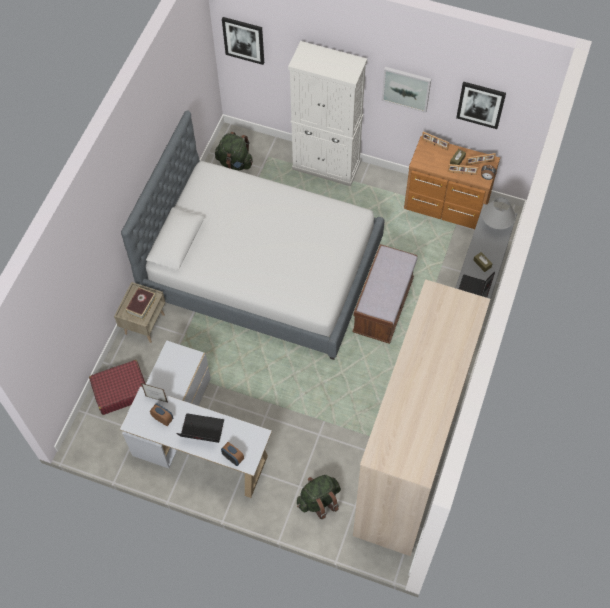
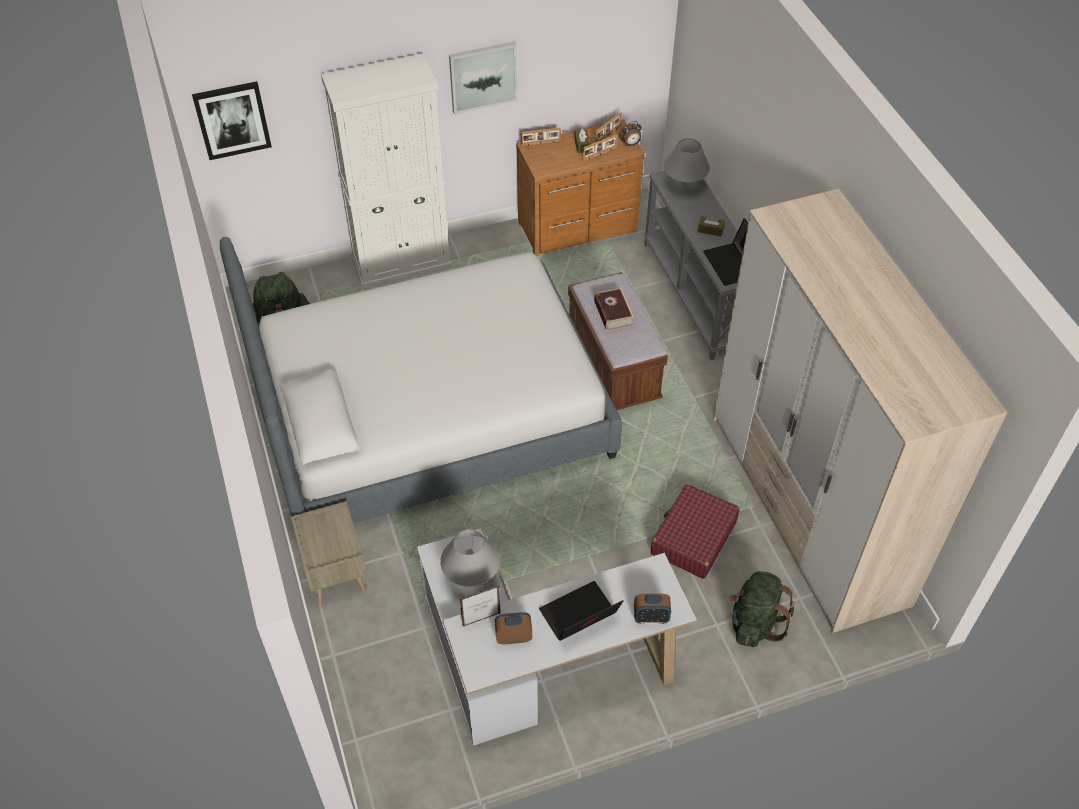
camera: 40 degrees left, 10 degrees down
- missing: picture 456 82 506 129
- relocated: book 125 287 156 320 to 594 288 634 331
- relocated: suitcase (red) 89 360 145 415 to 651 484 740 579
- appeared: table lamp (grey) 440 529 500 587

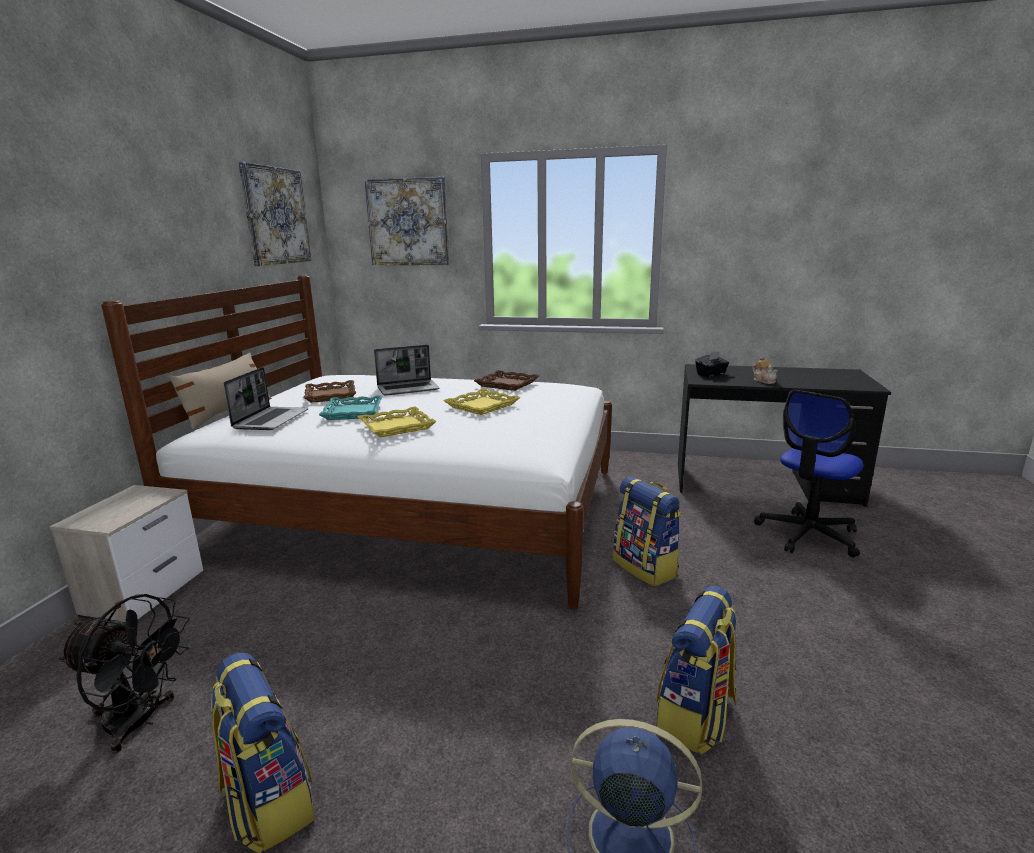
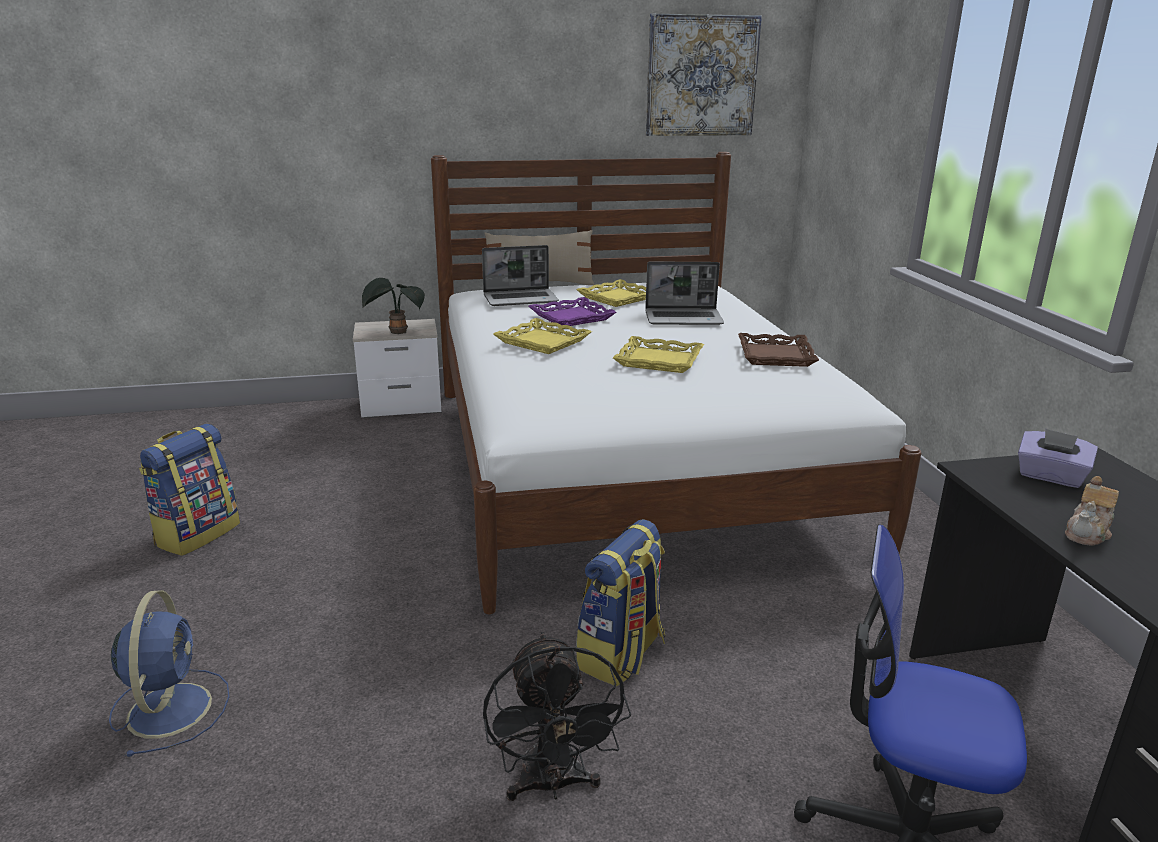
camera: 65 degrees right, 5 degrees up
- missing: picture 365 176 449 265
- spun: laptop 374 345 440 395 = 645 261 724 325 45 degrees counterclockwise
- colour: tissue box (black) 695 351 729 377 to tissue box (purple) 1018 429 1098 488
- colour: tray (brown) 304 380 356 403 to tray (yellow) 576 279 646 307
- colour: tray (turquoise) 319 395 383 420 to tray (purple) 528 297 616 326
- missing: backpack 656 585 737 754
- relocated: fan (black) 59 594 190 753 to 483 632 631 801
- appeared: potted plant 362 278 425 334

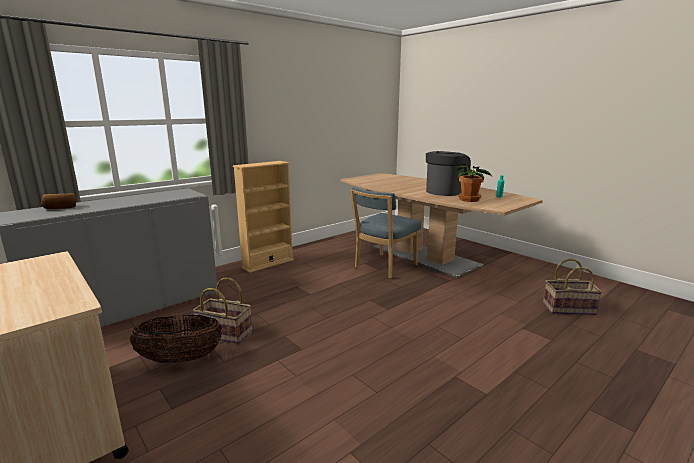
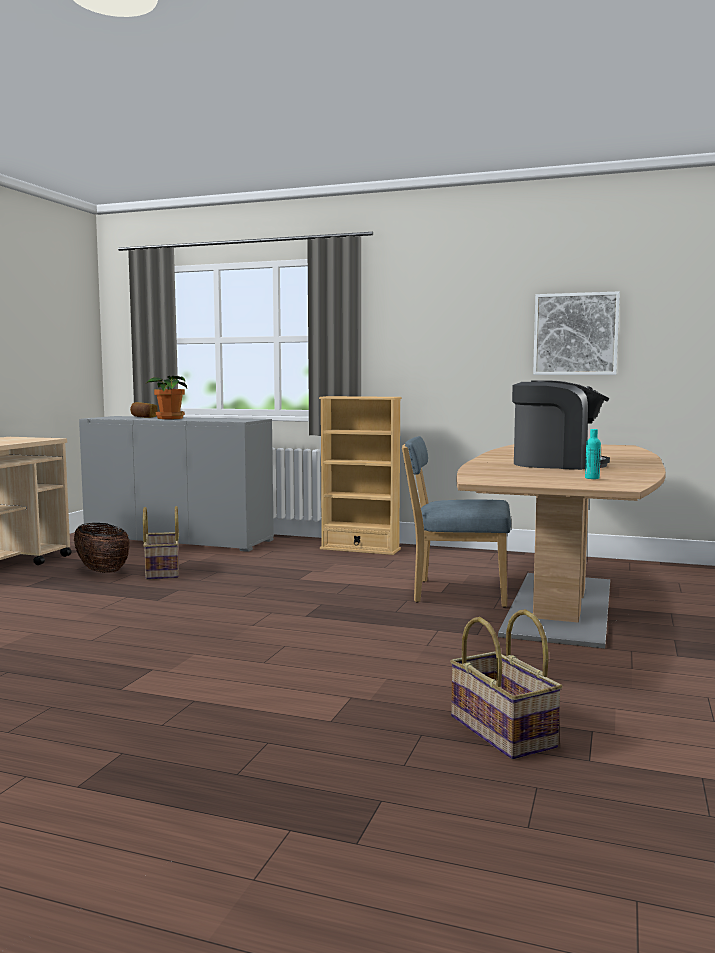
camera: 60 degrees right, 10 degrees down
- relocated: potted plant 457 166 492 202 to 147 376 187 419
- appeared: picture 533 291 620 375

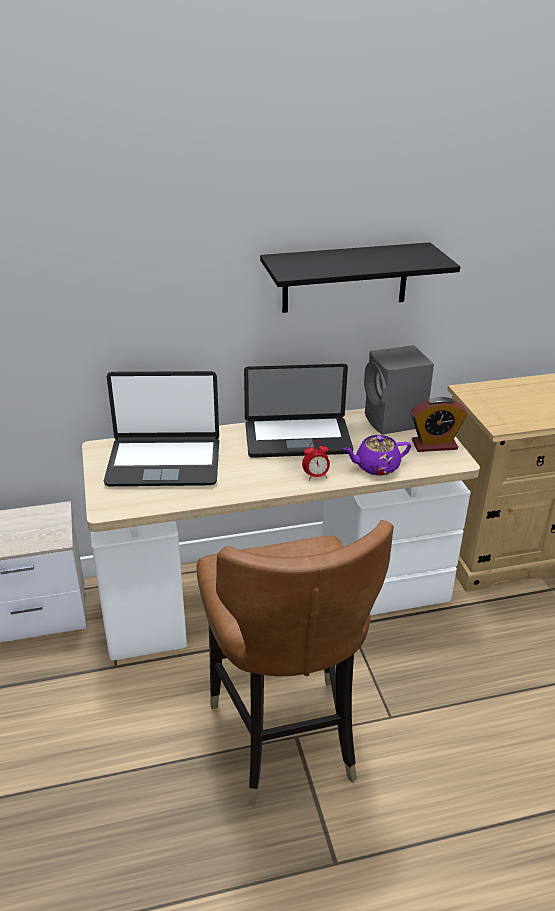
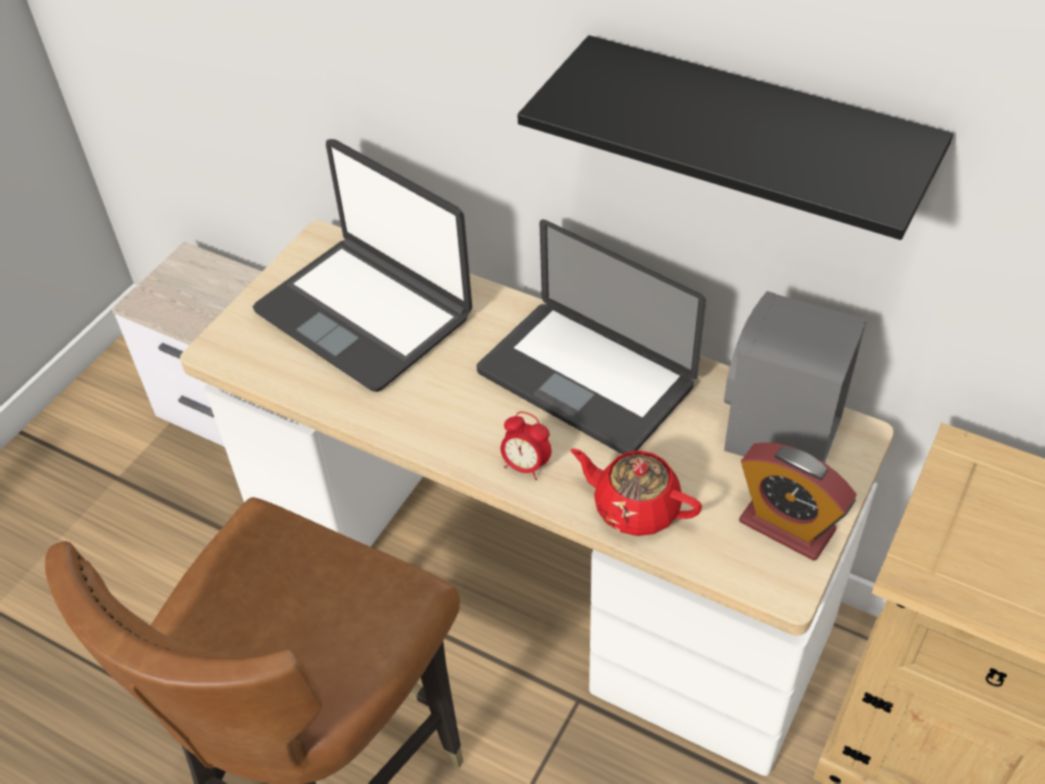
camera: 45 degrees right, 15 degrees up
- colour: teapot (purple) 343 435 411 476 to teapot (red) 570 448 702 536

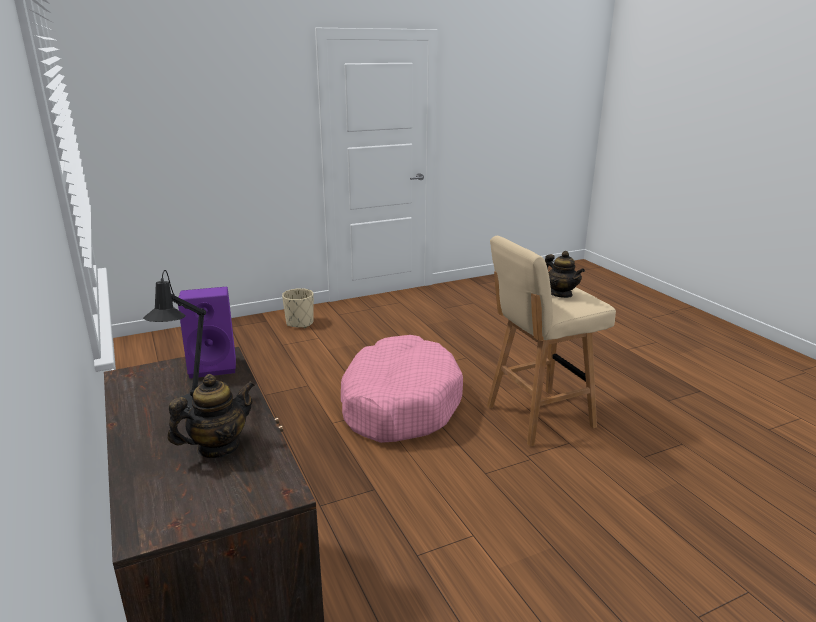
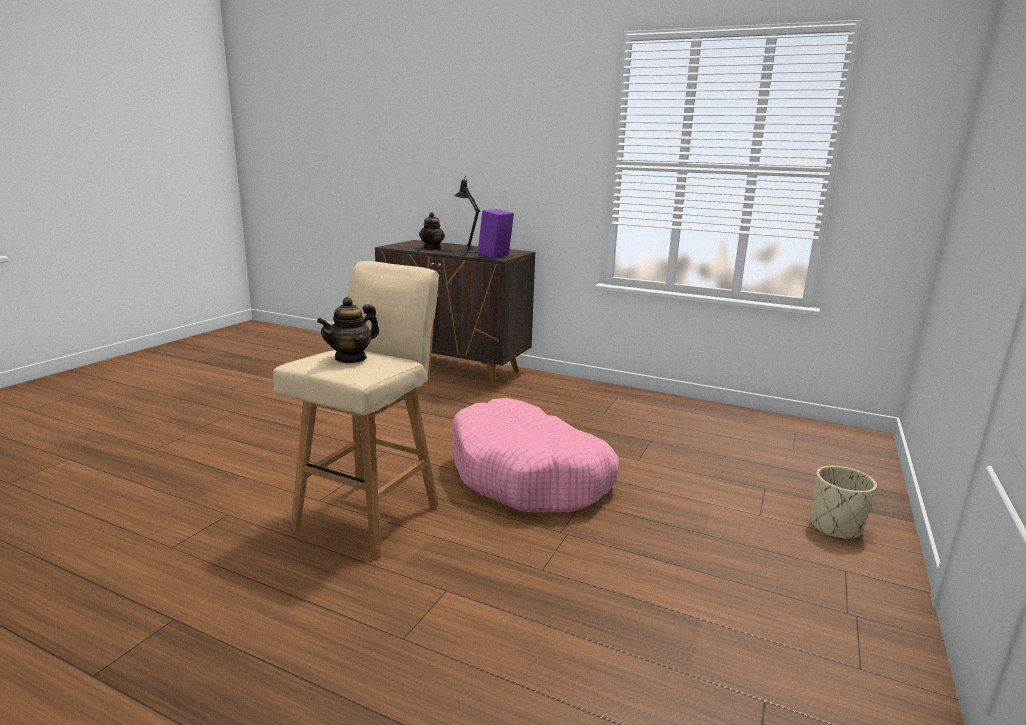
camera: 140 degrees right, 5 degrees down
- spun: teapot 545 251 585 298 = 317 297 379 364 60 degrees counterclockwise

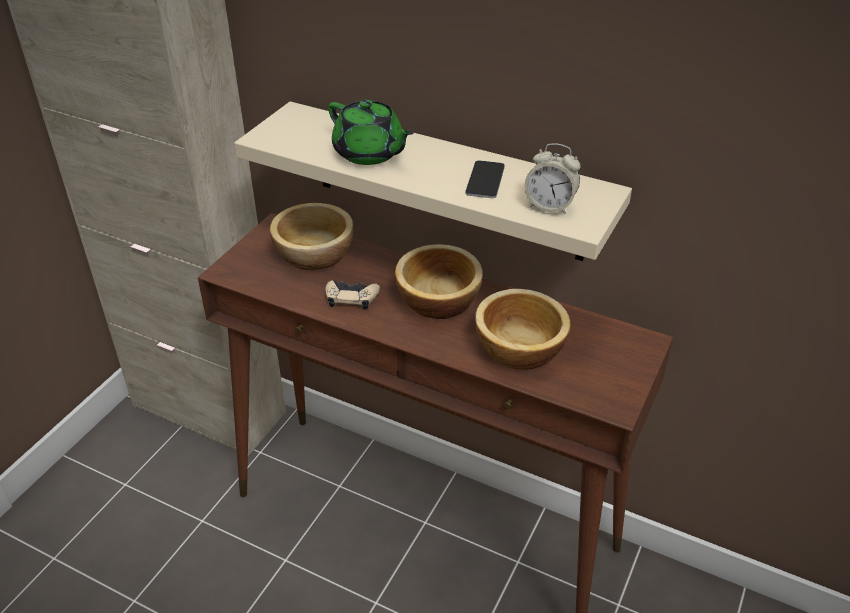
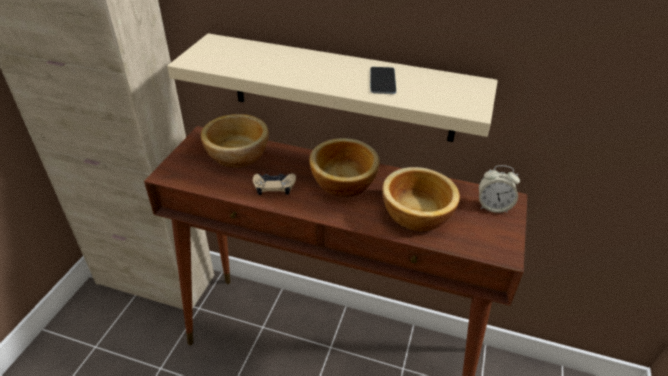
camera: 10 degrees left, 0 degrees up
- missing: teapot (green) 328 100 413 165
- relocated: alarm clock 525 143 581 214 to 479 165 520 213

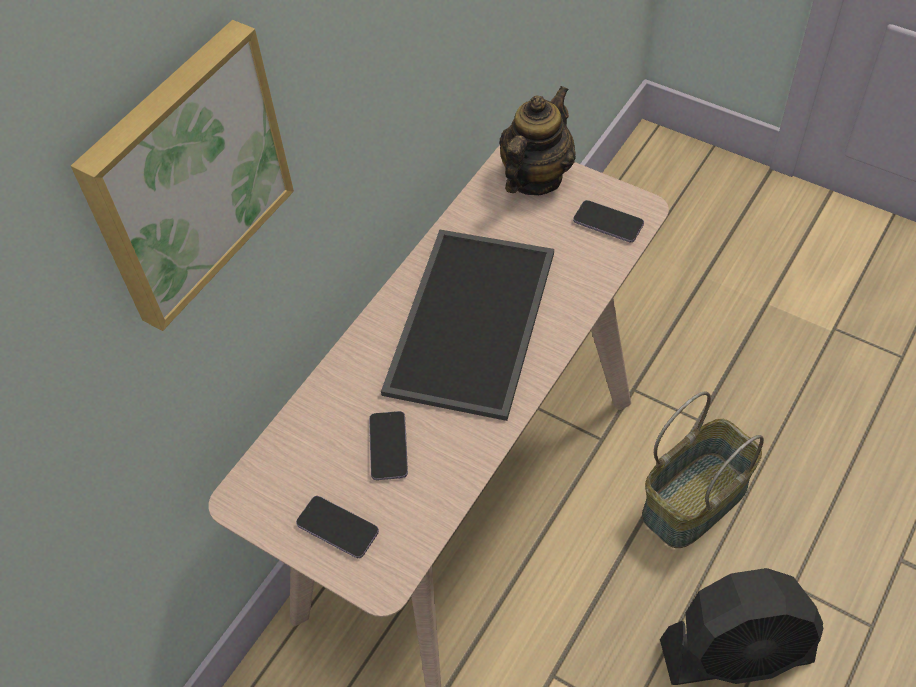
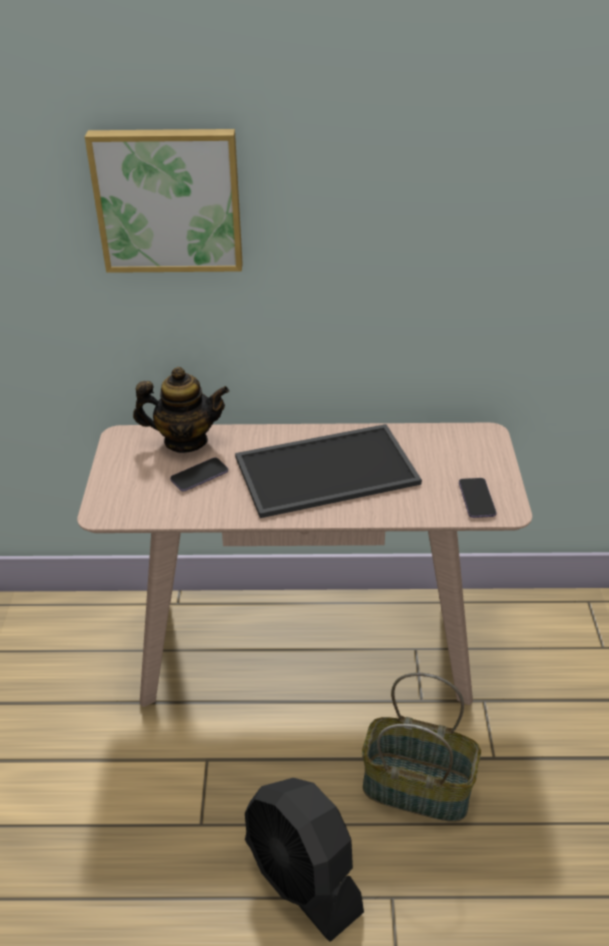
camera: 55 degrees right, 15 degrees down
- relocated: teapot 499 86 576 195 to 133 367 229 453
- missing: phone 296 496 379 558

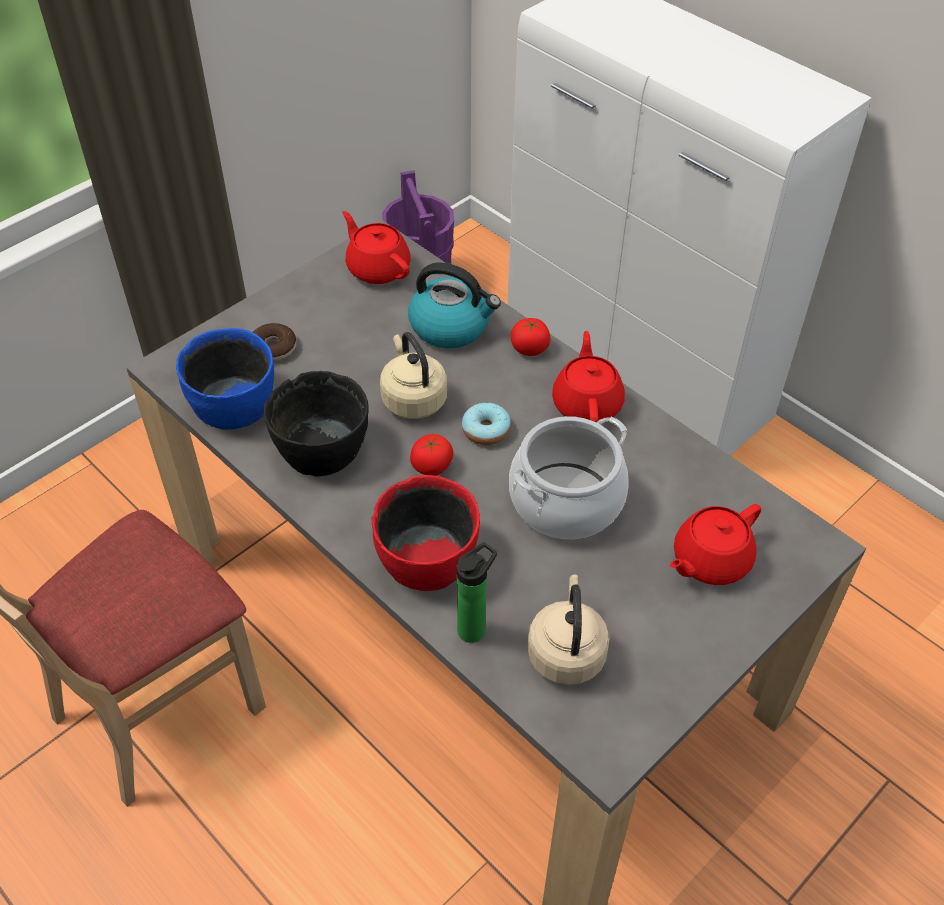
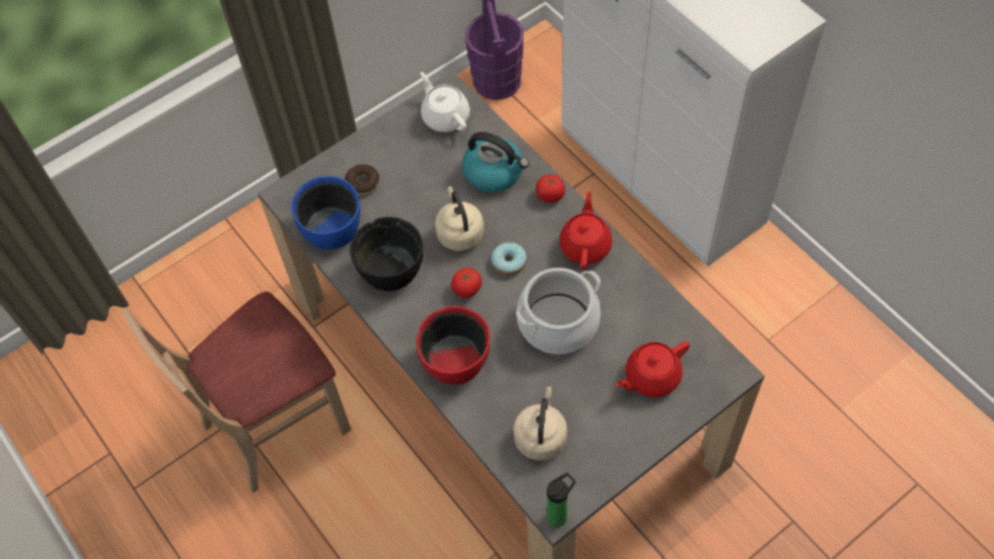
camera: 10 degrees right, 10 degrees up
- colour: teapot (red) 342 211 410 284 to teapot (white) 421 72 470 132
- relocated: bottle 457 542 497 643 to 547 472 576 527

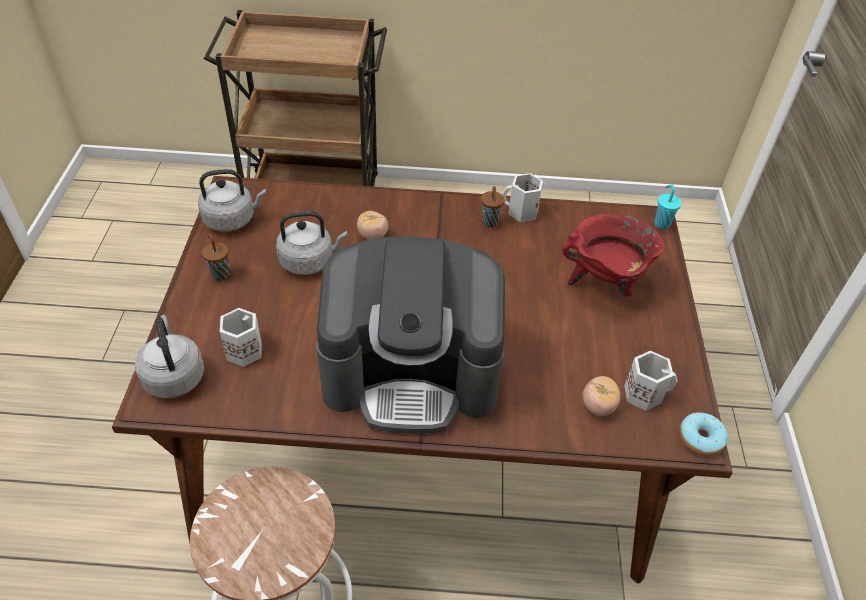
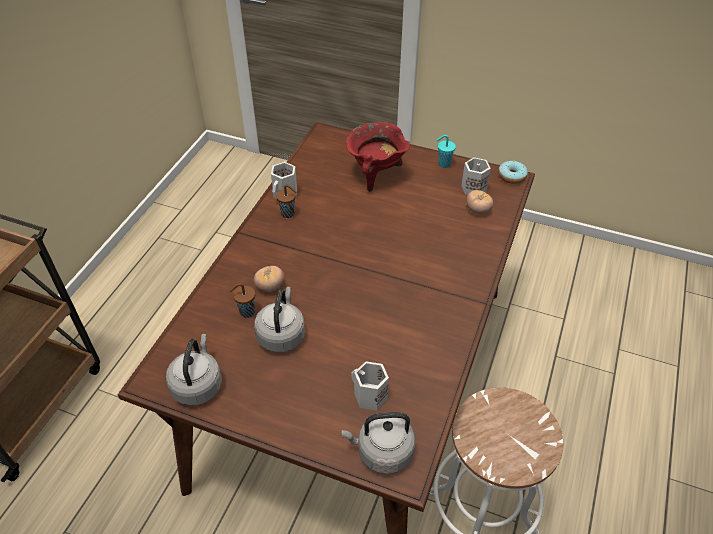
camera: 70 degrees left, 0 degrees up
- relocated: cup (turquoise) 654 185 682 229 to 437 135 456 168
- relocated: cup (brown) 202 234 229 281 to 230 283 255 318
- missing: coffee machine 316 236 505 434

